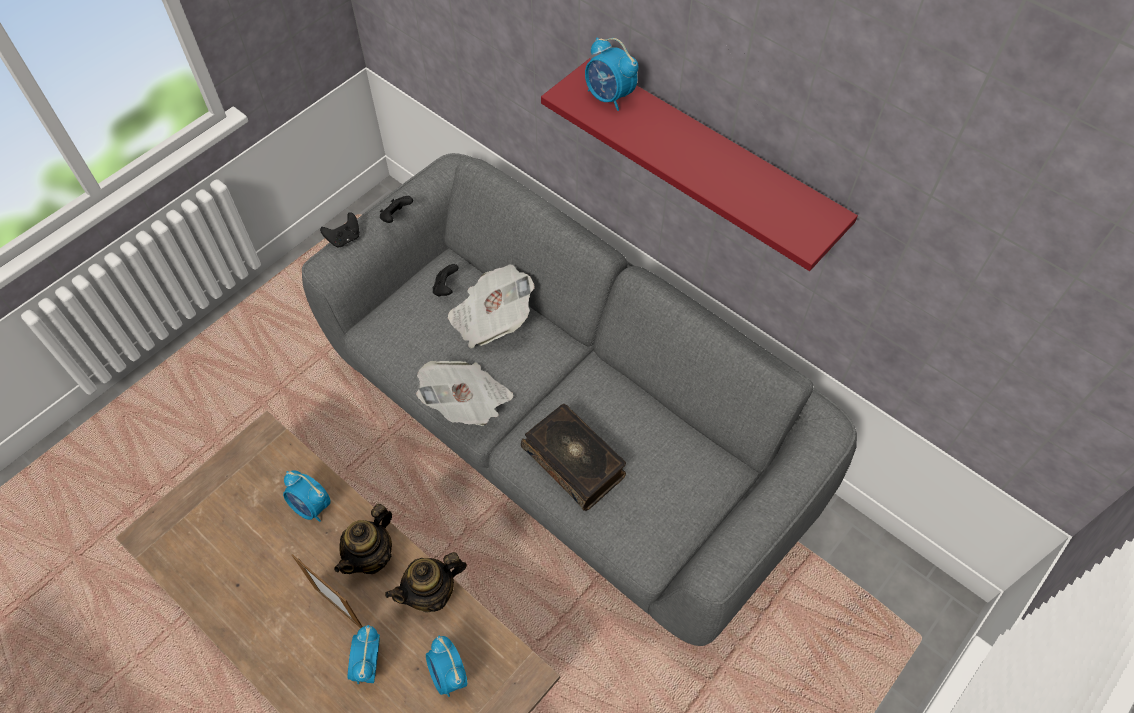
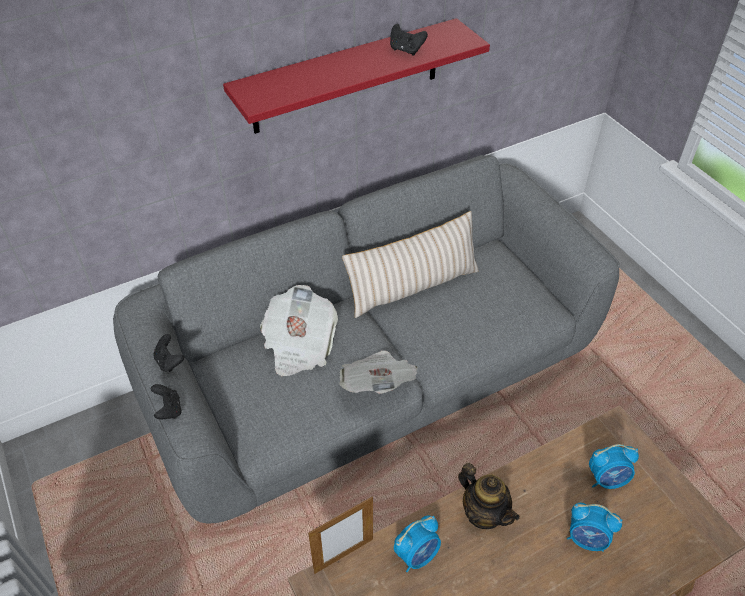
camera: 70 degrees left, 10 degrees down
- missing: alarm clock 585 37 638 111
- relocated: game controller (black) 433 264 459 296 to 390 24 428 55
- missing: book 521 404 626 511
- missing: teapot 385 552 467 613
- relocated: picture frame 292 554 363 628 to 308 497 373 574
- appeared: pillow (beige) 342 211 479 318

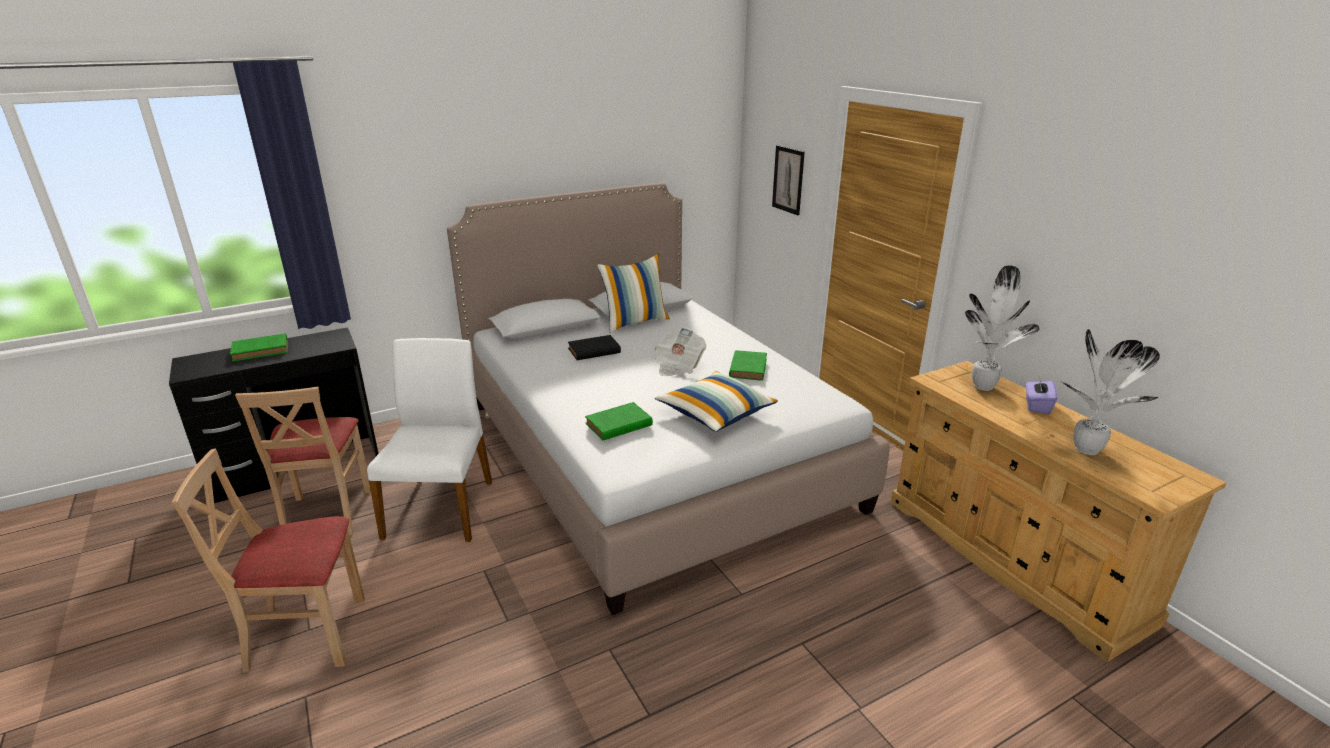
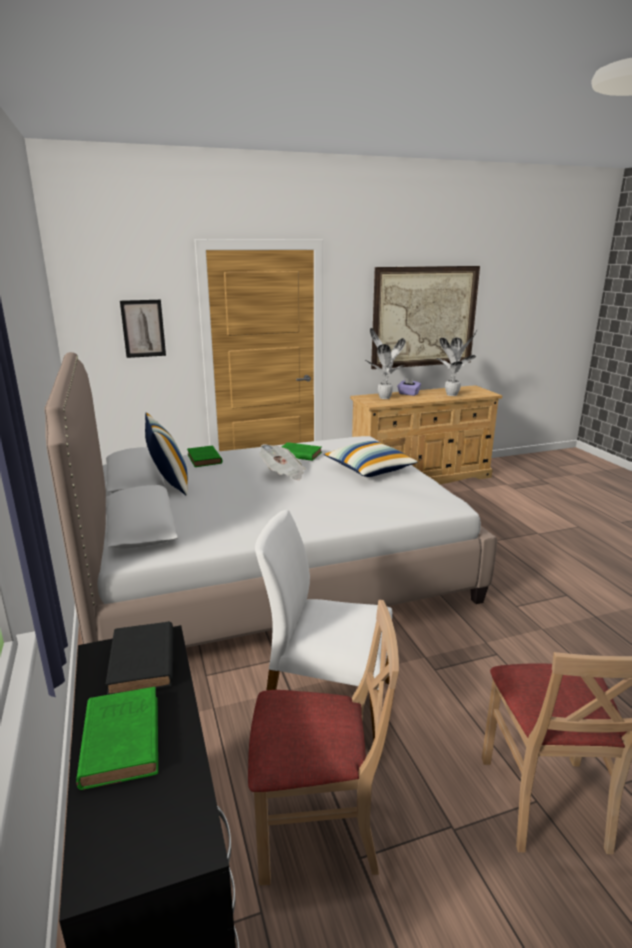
camera: 80 degrees left, 5 degrees down
- relocated: book (black) 568 335 621 360 to 105 621 173 695
- relocated: book (green) 585 402 653 441 to 187 446 222 467
- appeared: picture 371 266 480 369

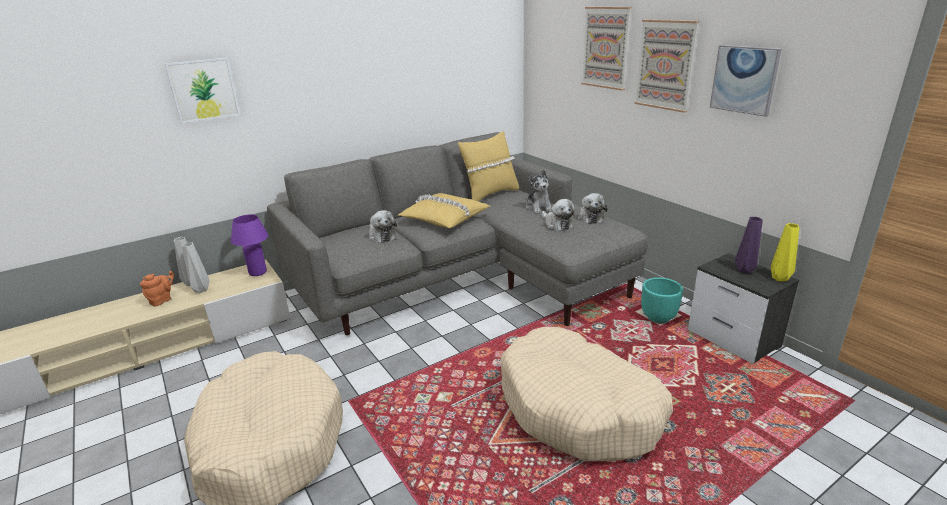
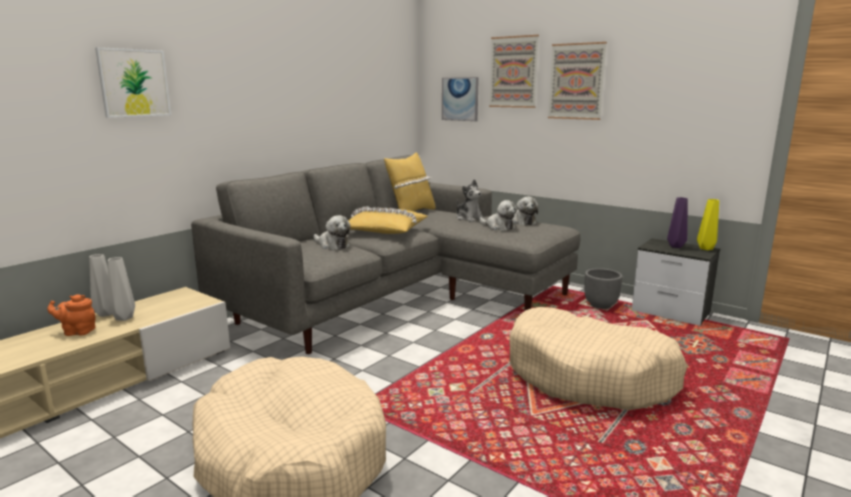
camera: 20 degrees left, 10 degrees down
- relocated: picture 710 45 782 117 to 442 77 479 121
- missing: table lamp (purple) 231 214 269 276
- spun: teapot (orange) 140 271 174 306 = 47 294 96 336 105 degrees counterclockwise
- colour: planter (turquoise) 641 277 683 323 to planter (grey) 584 268 622 309

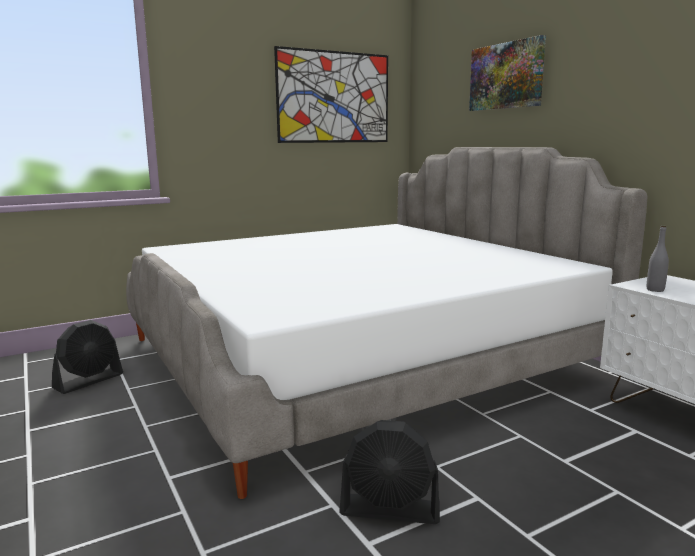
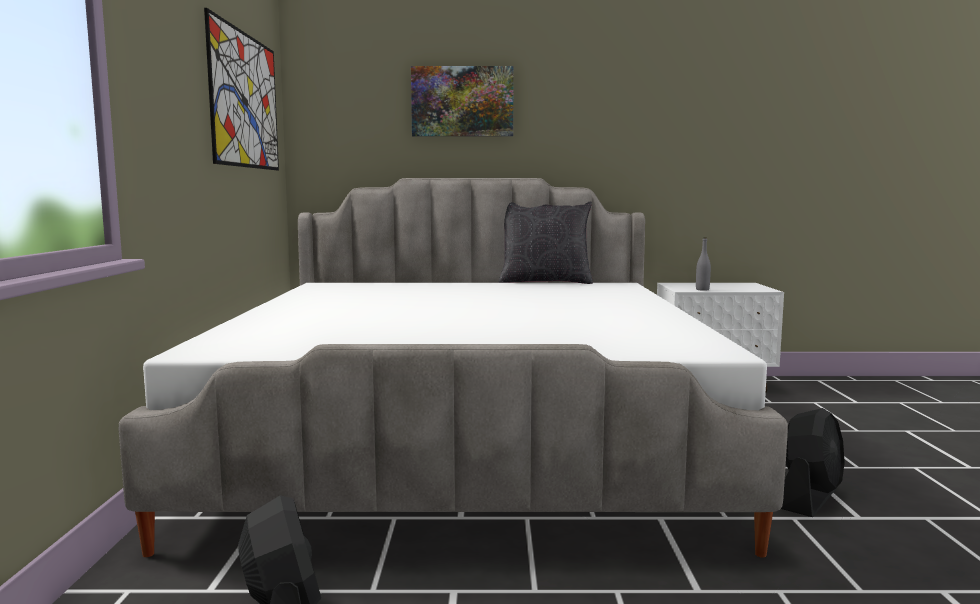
camera: 60 degrees left, 5 degrees down
- appeared: pillow (black) 499 201 593 284

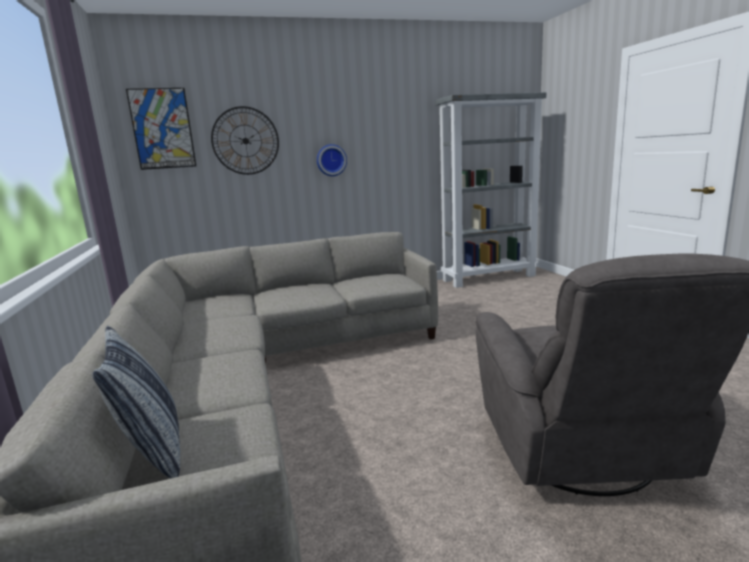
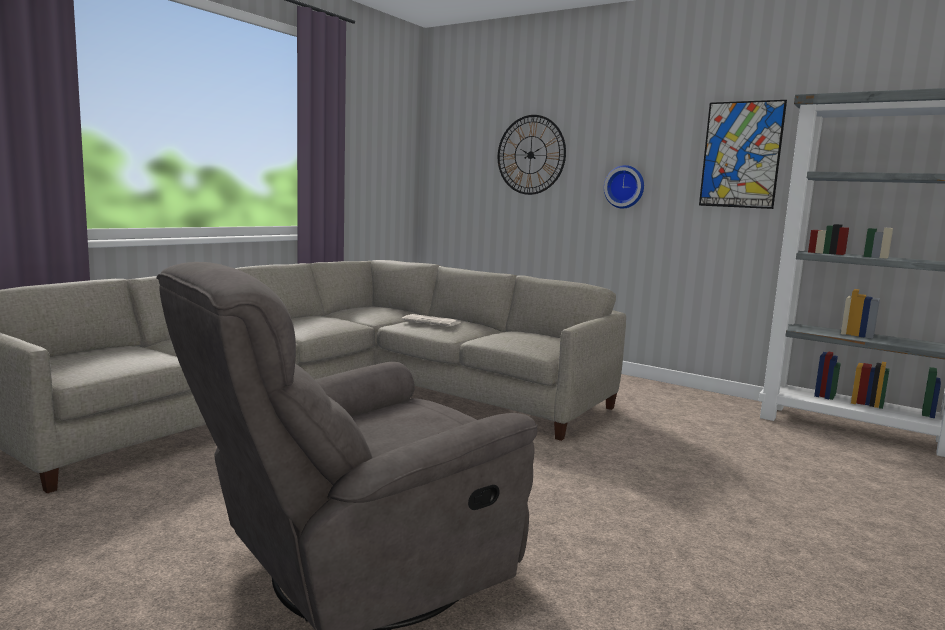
camera: 50 degrees right, 5 degrees down
- relocated: picture 126 88 196 170 to 699 100 787 209
- missing: pillow 92 326 180 478
- appeared: newspaper 402 314 461 326

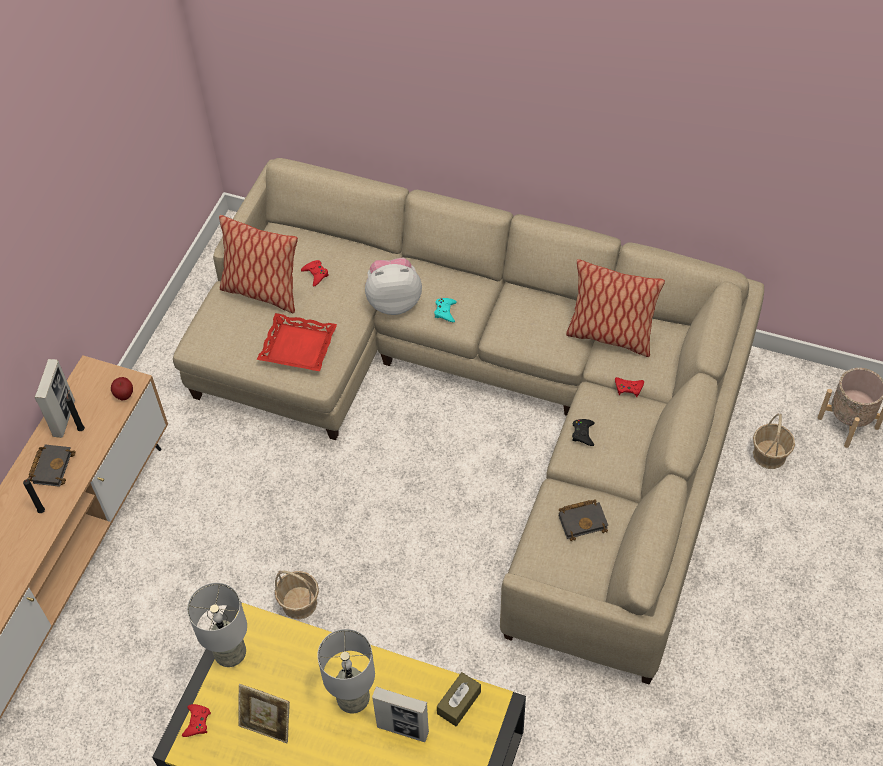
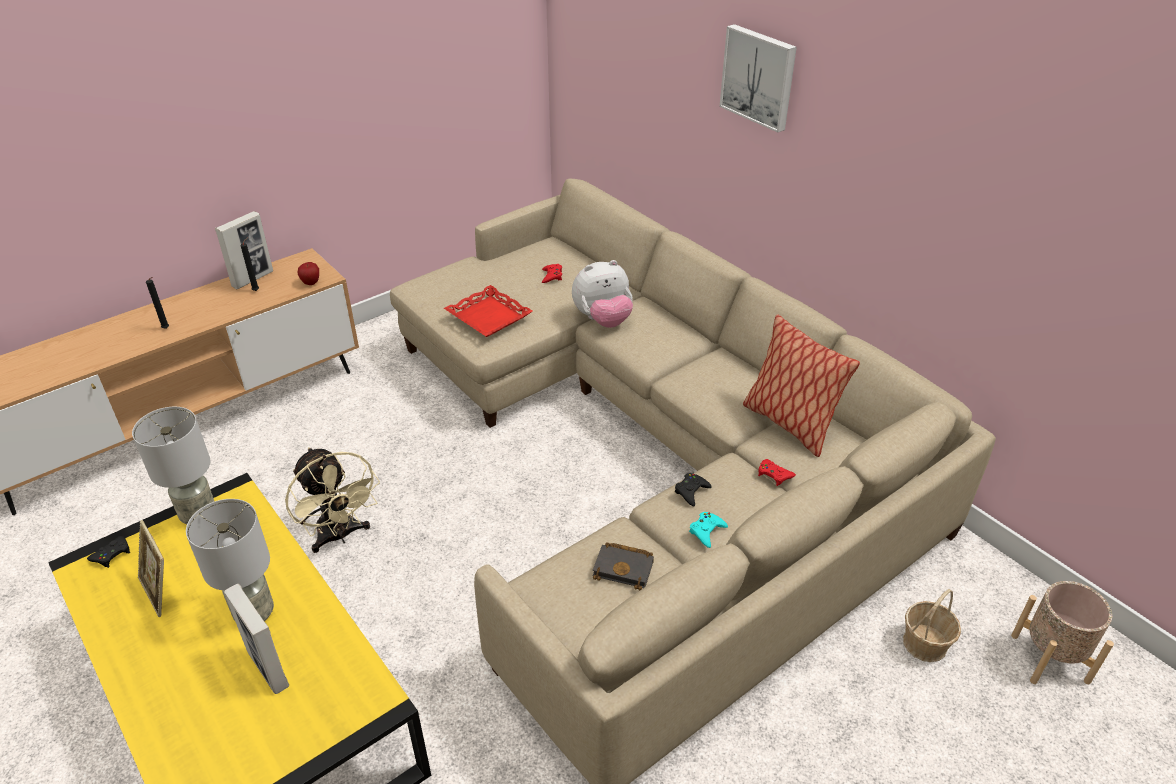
camera: 30 degrees right, 15 degrees down
- missing: pillow 219 215 298 313
- spun: plush toy 365 258 422 315 = 572 260 633 328 135 degrees clockwise
- relocated: game controller (turquoise) 434 298 457 322 to 689 512 728 548
- missing: book (black) 28 445 76 487
- exchanged: basket 275 570 319 620 to fan (beige) 285 447 380 553
- missing: tissue box (brown) 437 672 481 726
- colour: game controller (red) 182 704 211 737 to game controller (black) 87 536 130 568
- appeared: picture 719 24 797 132

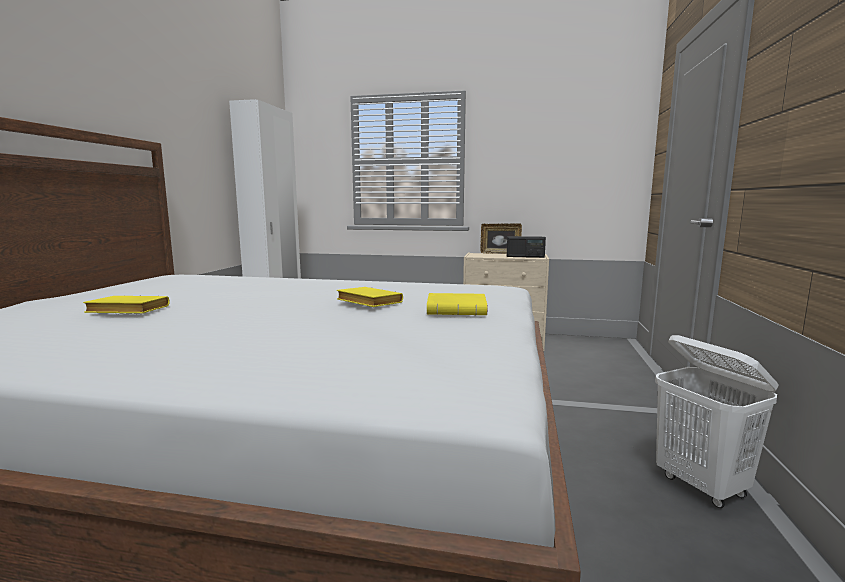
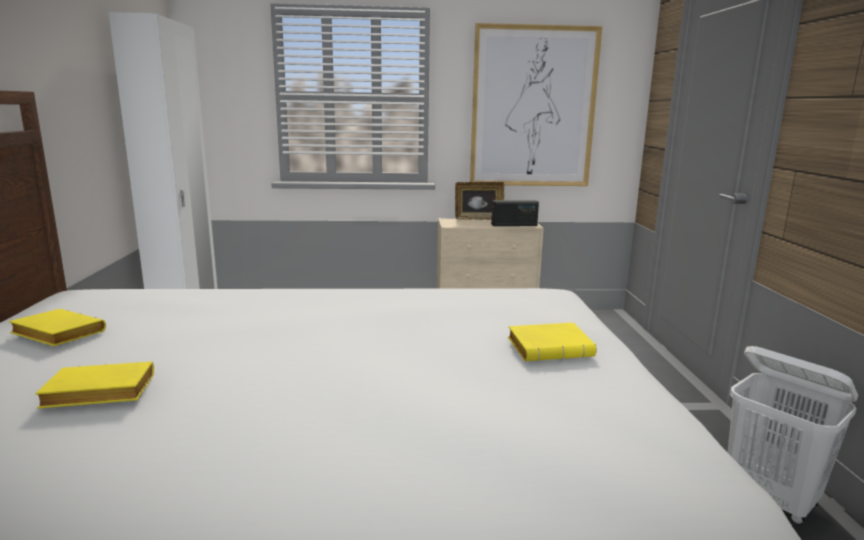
camera: 15 degrees left, 5 degrees up
- relocated: book (yellow) 337 287 403 307 to 9 309 106 346
- appeared: picture 470 23 603 186

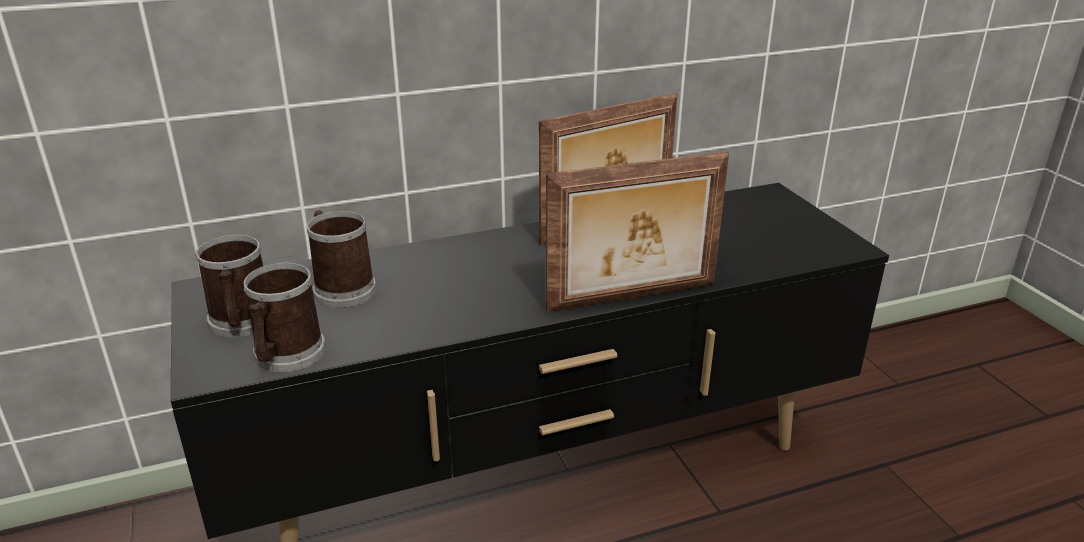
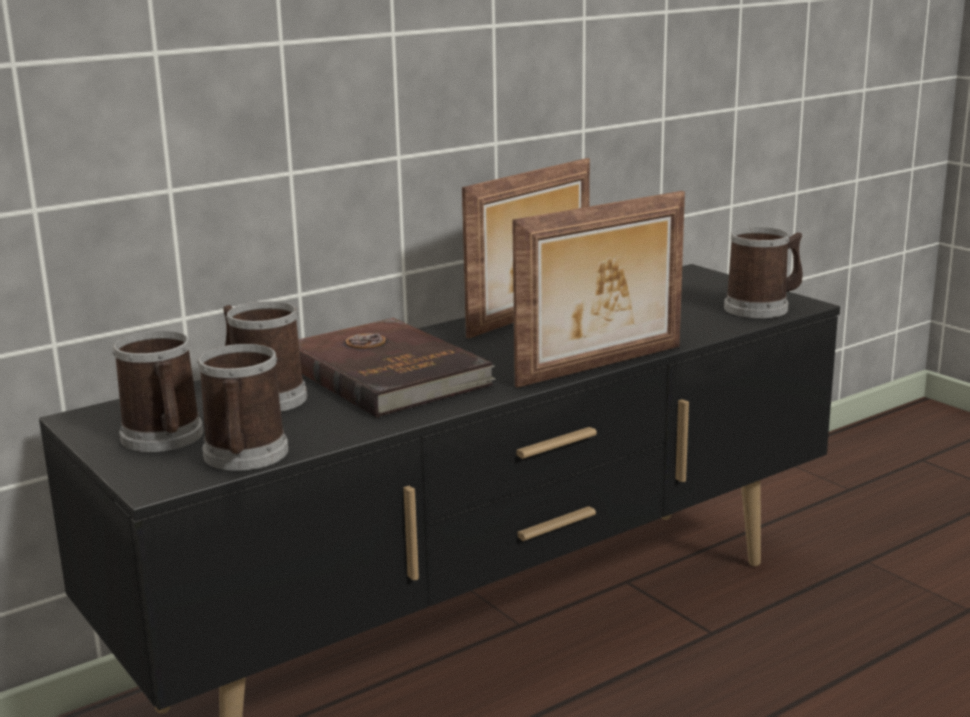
camera: 15 degrees left, 10 degrees down
- appeared: mug 724 227 803 318
- appeared: book (brown) 298 318 496 418

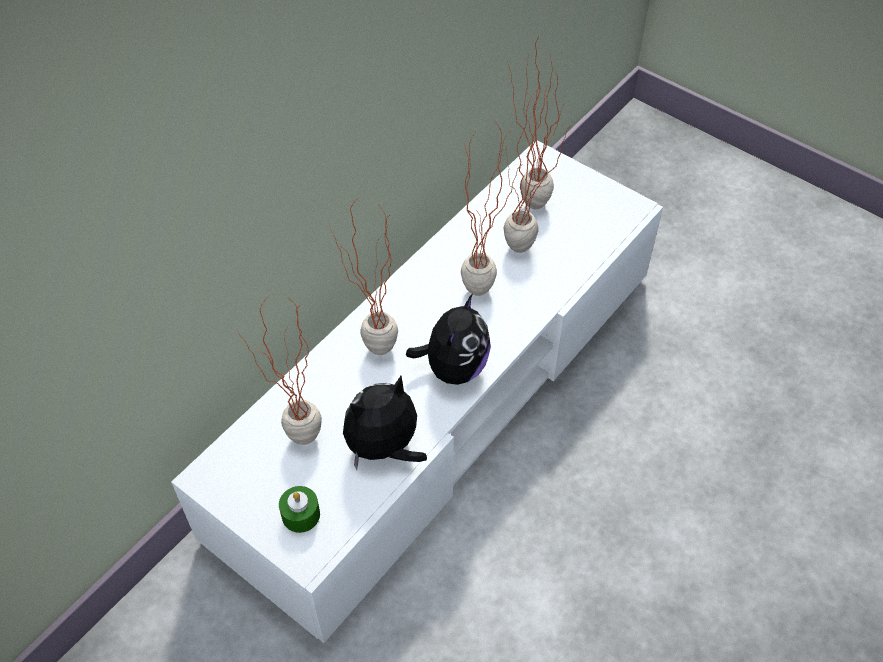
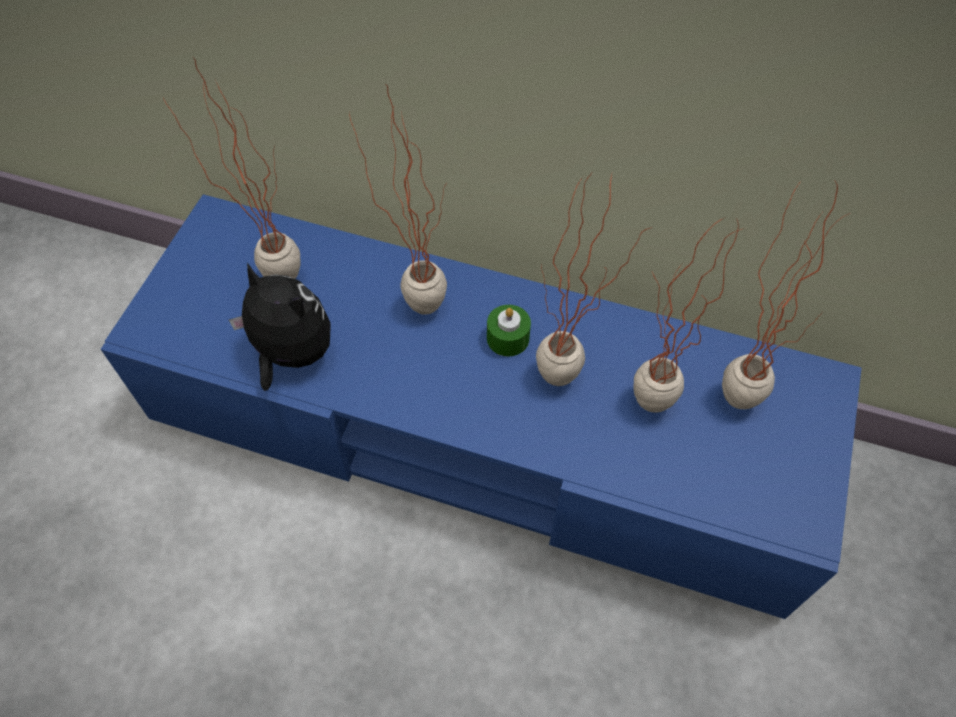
camera: 70 degrees right, 5 degrees up
- colour: tv stand (white) 171 140 663 643 to tv stand (blue) 101 194 862 619
- missing: plush toy 406 294 491 385
- relocated: candle (green) 279 486 320 533 to 487 305 531 356

